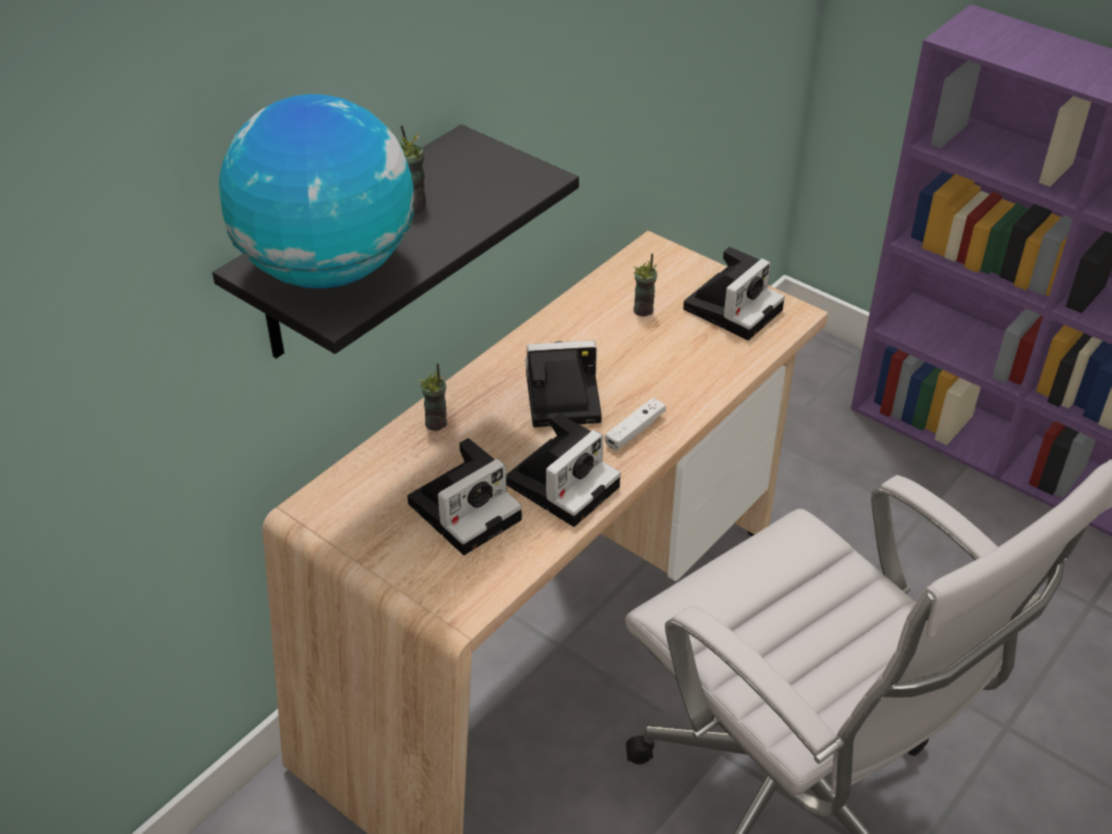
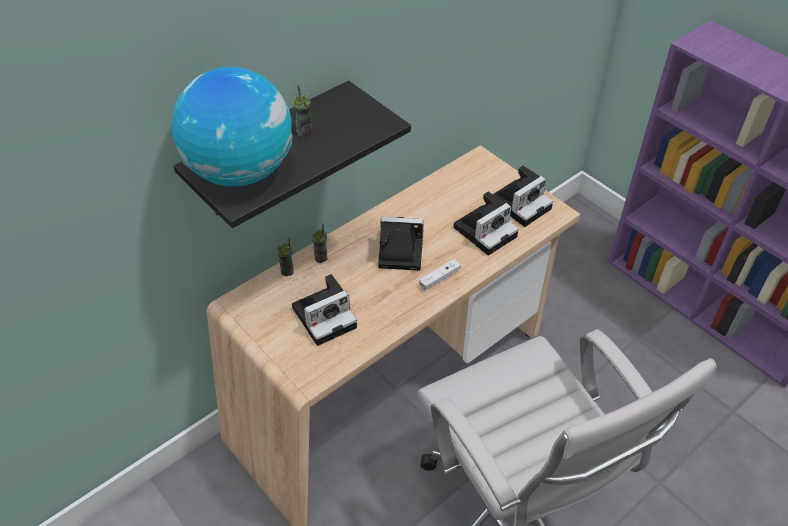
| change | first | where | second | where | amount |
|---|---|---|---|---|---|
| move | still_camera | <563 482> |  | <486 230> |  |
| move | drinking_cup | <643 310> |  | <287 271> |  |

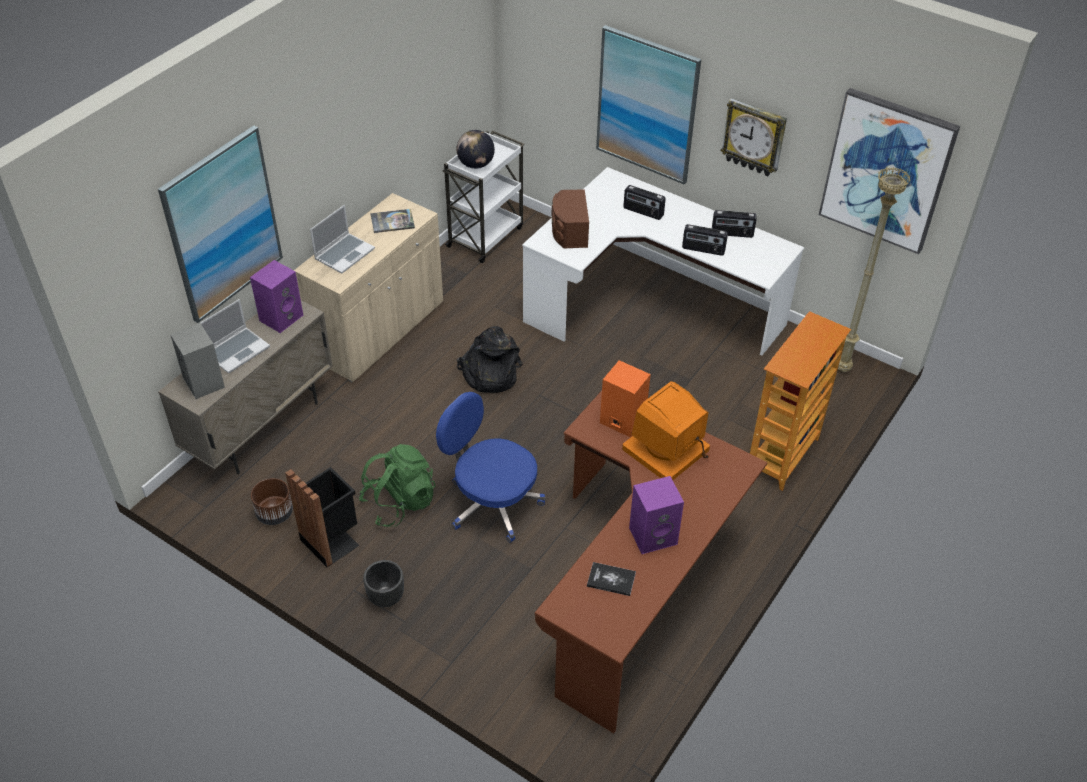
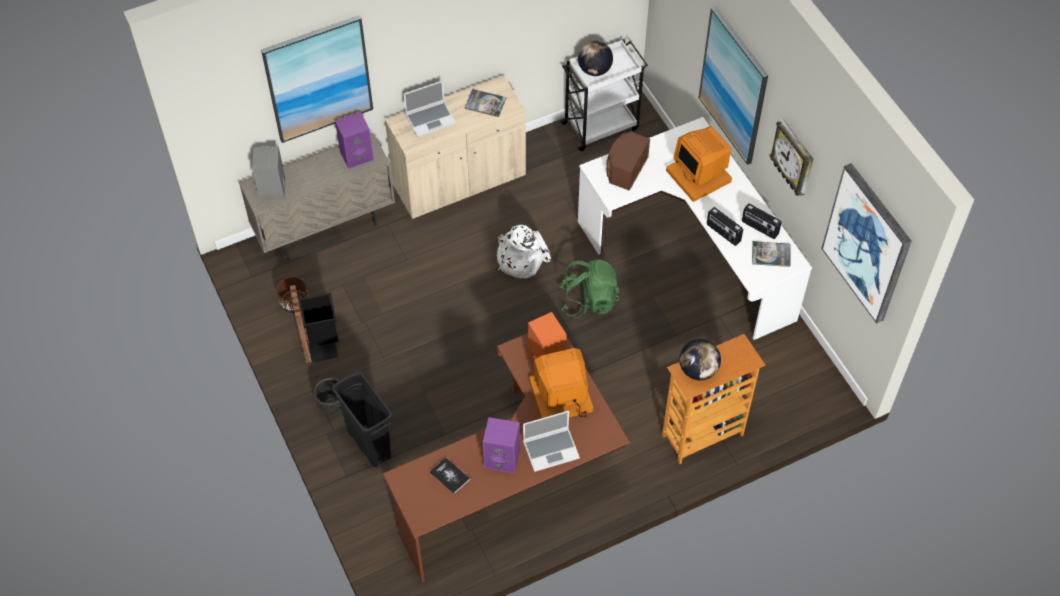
| change | first | where | second | where | amount |
|---|---|---|---|---|---|
| move | laptop | <237 350> |  | <551 449> |  |
| move | green-coloured_backpack | <399 502> |  | <588 300> |  |
| delete | bluish_desk_chair | <492 503> |  |  |  |
| recolor | black_backpack | <489 374> | whitish_backpack | <520 258> |  |
| replace | radio_receiver | <643 212> | computer_display | <699 175> |  |
| delete | sand-coloured_standing_lamp | <842 370> |  |  |  |
| insert |  |  | black_rubbish_bin | <369 444> |  |
| insert |  |  | globe | <698 370> |  |
| insert |  |  | bound_book | <771 254> |  |

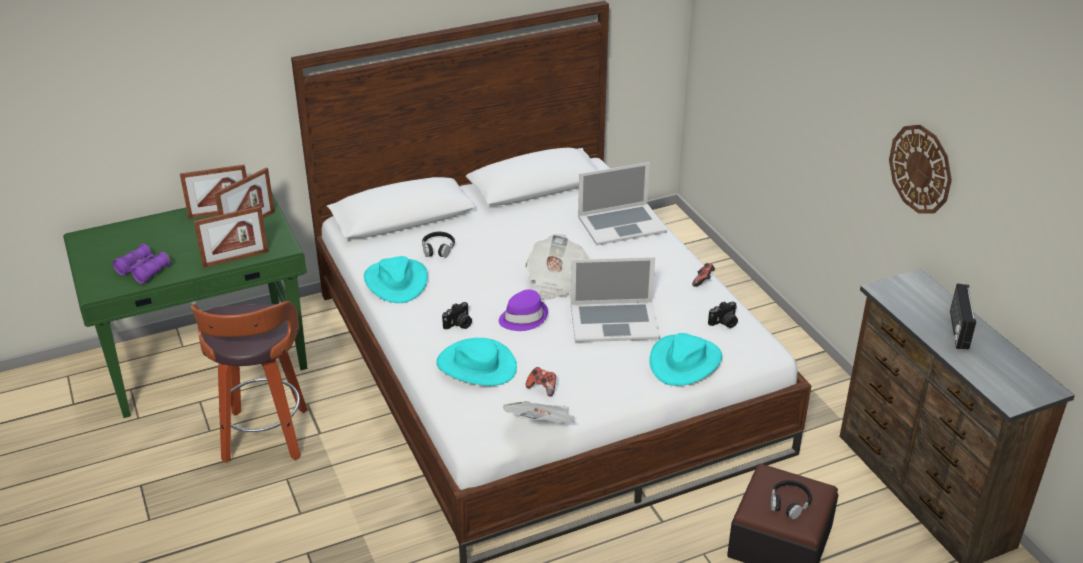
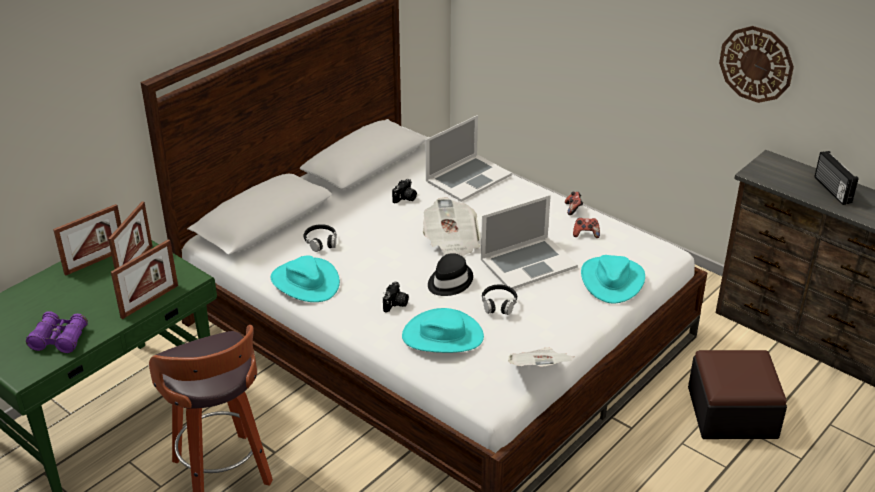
| change | first | where | second | where | amount |
|---|---|---|---|---|---|
| recolor | purple-coloured_wearable_hat | <523 317> | black_wearable_hat | <449 281> |  |
| move | gamepad | <542 388> |  | <586 234> |  |
| move | still_camera | <724 323> |  | <405 198> |  |
| move | black_headset | <789 503> |  | <499 304> |  |

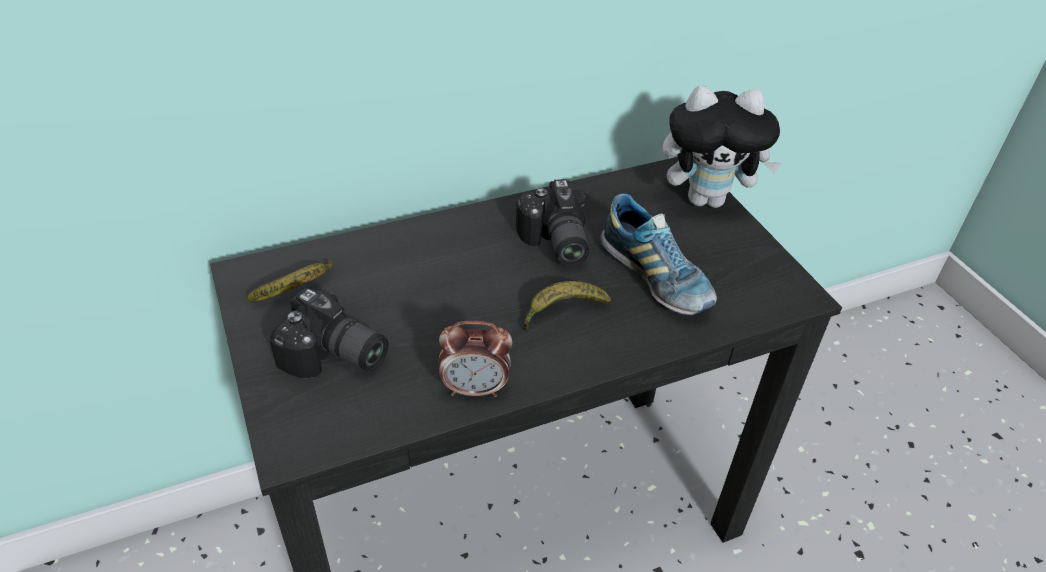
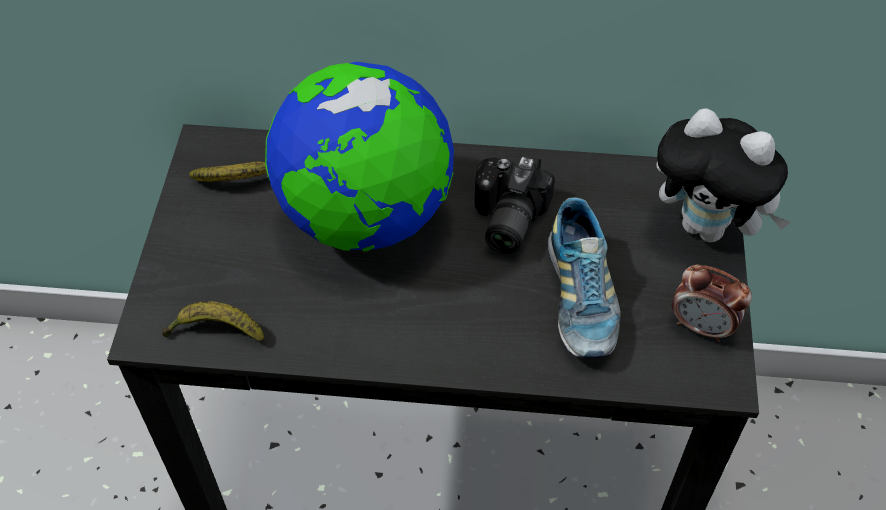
| change | first | where | second | where | amount |
|---|---|---|---|---|---|
| delete | still_camera | <334 358> |  |  |  |
| move | bedside_clock | <475 389> |  | <702 326> |  |
| move | banana | <562 311> |  | <215 331> |  |
| insert |  |  | globe | <365 217> |  |

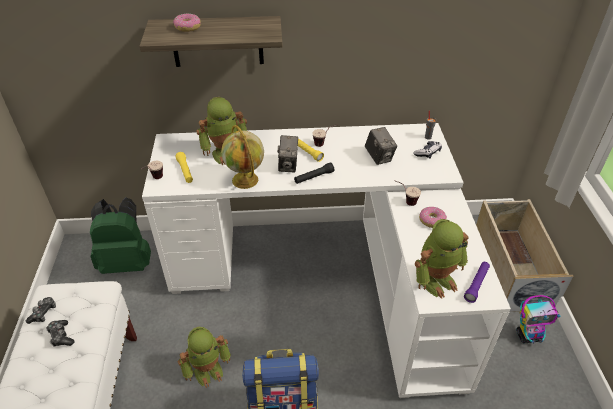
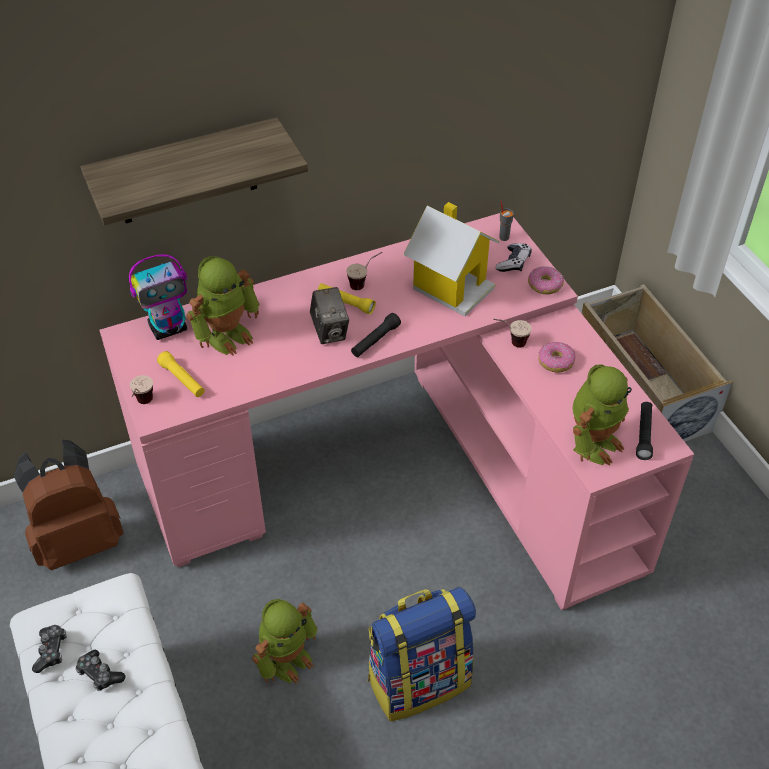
| change | first | where | second | where | amount |
|---|---|---|---|---|---|
| recolor | green-coloured_backpack | <127 262> | brownish_backpack | <78 540> |  |
| recolor | whitish_desk | <331 275> | pinkish_desk | <402 470> |  |
| move | doughnut | <187 27> |  | <544 285> |  |
| delete | globe | <245 180> |  |  |  |
| replace | still_camera | <379 157> | model_house | <451 286> |  |
| recolor | purple-coloured_torch | <476 284> | black_torch | <644 434> |  |
| move | model_robot | <528 336> |  | <169 328> |  |

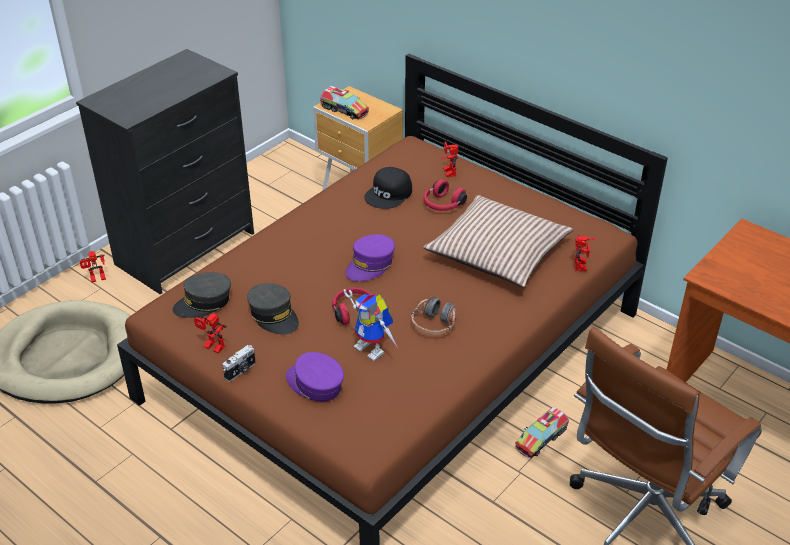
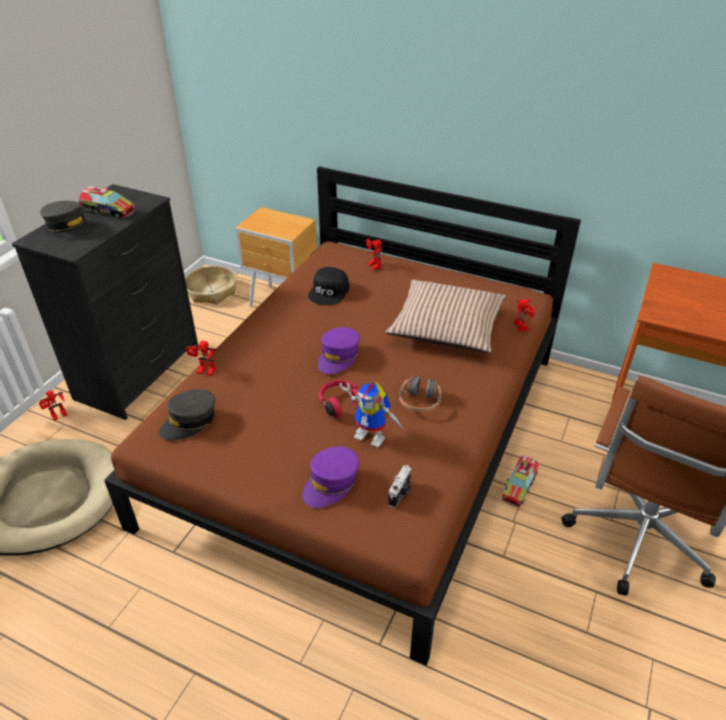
| change | first | where | second | where | amount |
|---|---|---|---|---|---|
| move | model_robot | <211 347> |  | <204 372> |  |
| move | still_camera | <241 371> |  | <400 493> |  |
| move | gray_baseball_cap | <274 316> |  | <69 228> |  |
| rotate | purple-coloured_baseball_cap | <315 384> |  | <331 483> | 75 degrees counterclockwise |
| move | toy_lorry | <344 110> |  | <108 211> |  |
| delete | reddish_headset | <442 205> |  |  |  |
| insert |  |  | household_basket | <212 291> |  |

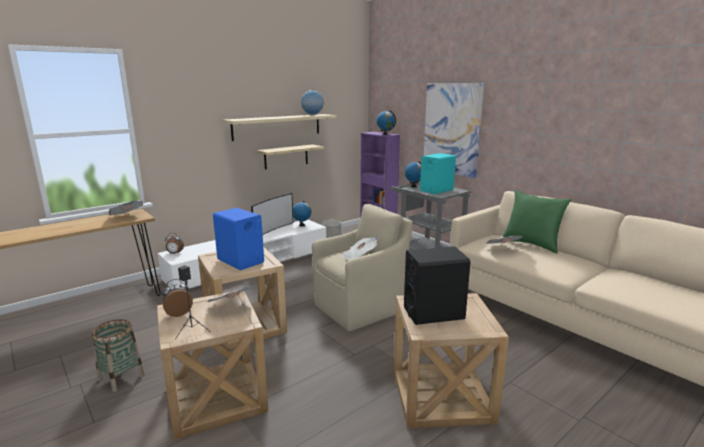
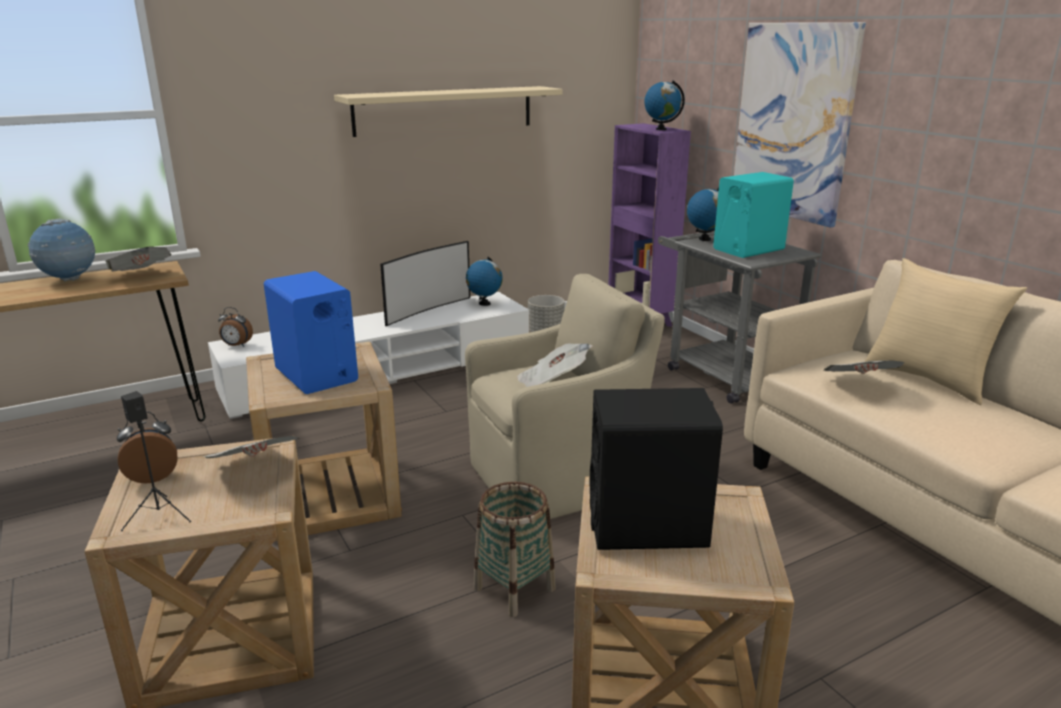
| change | first | where | second | where | amount |
|---|---|---|---|---|---|
| move | household_basket | <121 377> |  | <514 589> |  |
| delete | wall_shelf | <286 156> |  |  |  |
| move | globe | <312 115> |  | <69 280> |  |
| recolor | green-coloured_cushion | <531 244> | sand-coloured_cushion | <928 379> |  |

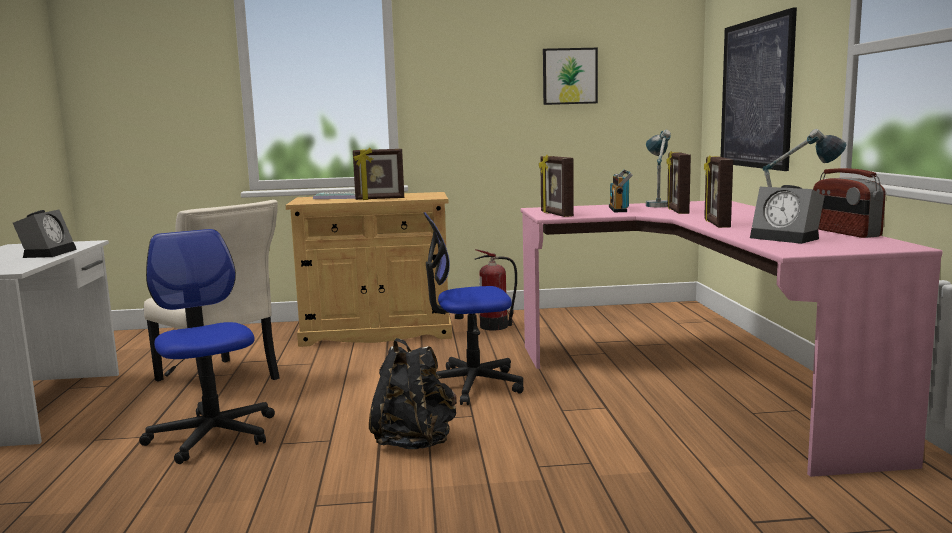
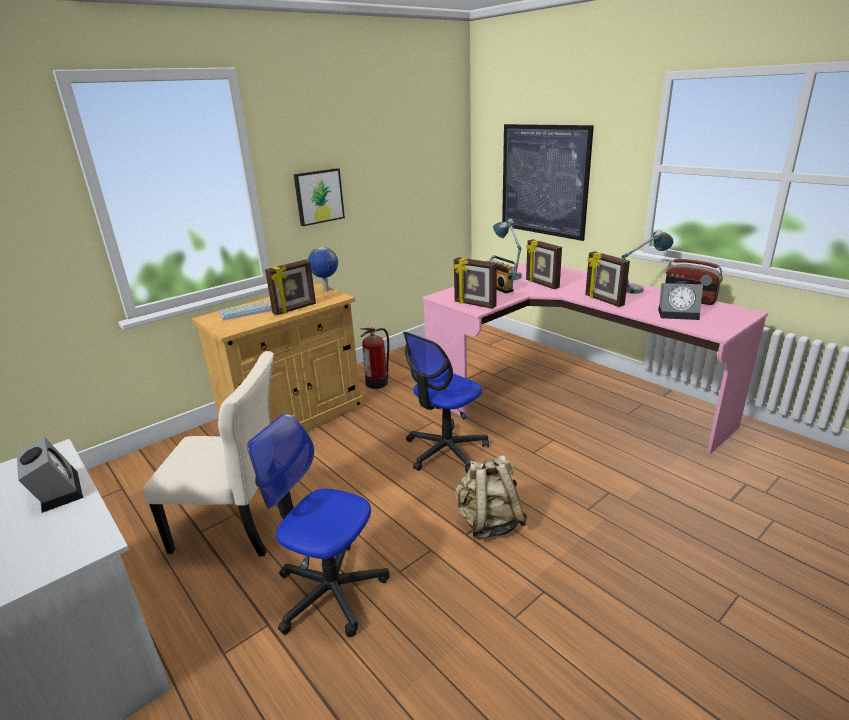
| change | first | where | second | where | amount |
|---|---|---|---|---|---|
| recolor | black_backpack | <415 441> | sand-coloured_backpack | <489 522> |  |
| move | wall_picture | <569 76> |  | <318 196> |  |
| insert |  |  | globe | <326 290> |  |

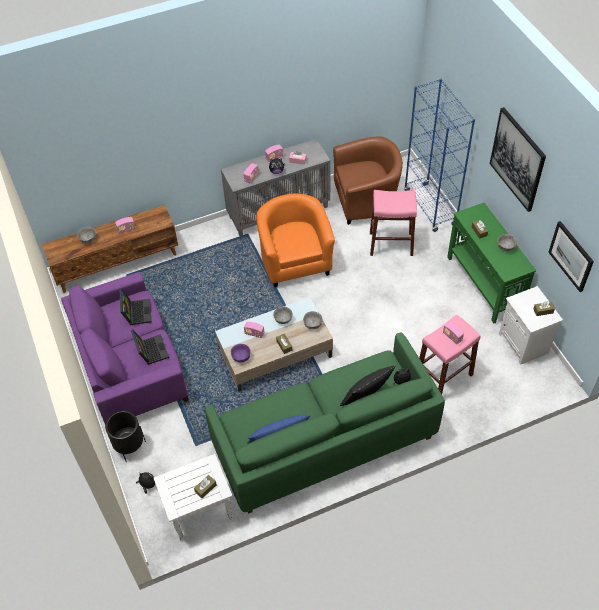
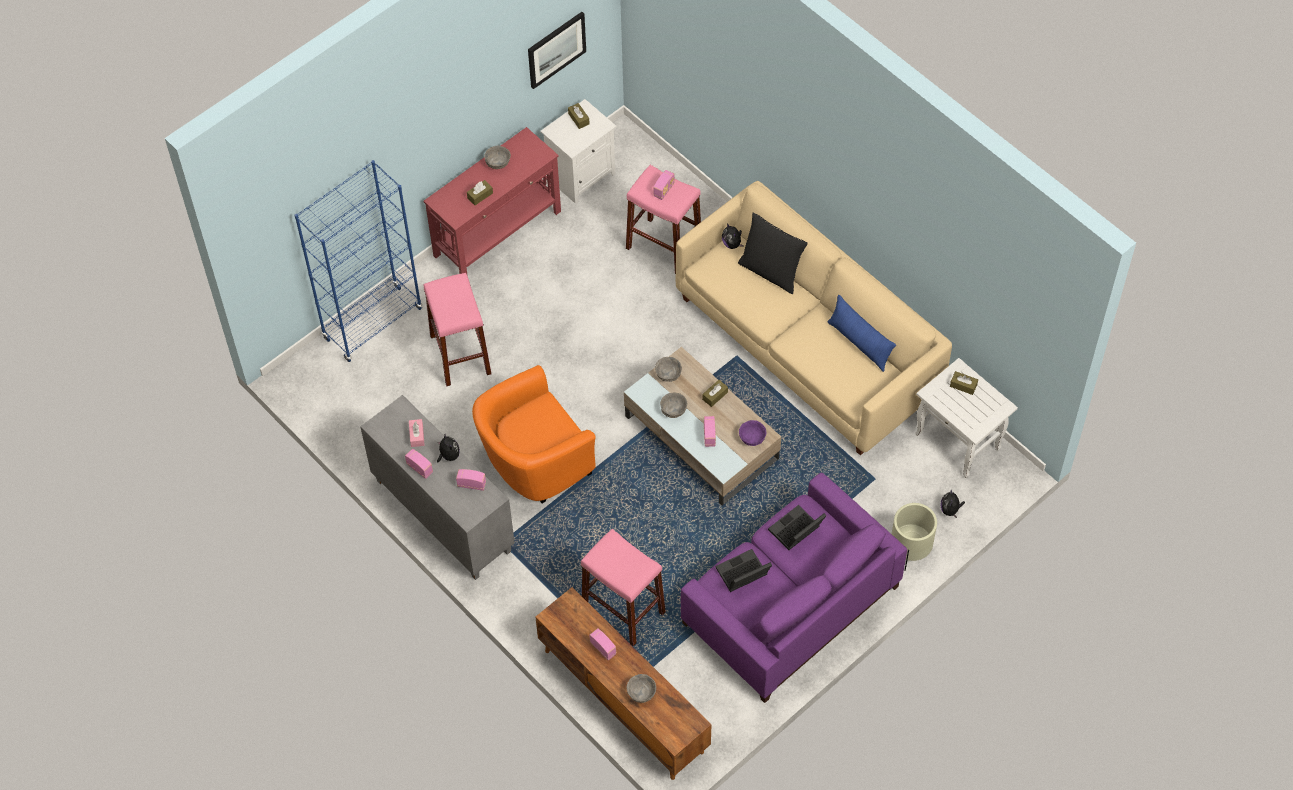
| change | first | where | second | where | amount |
|---|---|---|---|---|---|
| recolor | black_flower_pot | <129 447> | sand-coloured_flower_pot | <910 552> |  |
| recolor | green-coloured_sofa | <324 441> | sand-coloured_sofa | <807 344> |  |
| delete | brownish_lounge_chair | <366 201> |  |  |  |
| recolor | green-coloured_narrow_table | <483 284> | reddish_narrow_table | <498 233> |  |
| delete | wall_picture | <517 159> |  |  |  |
| insert |  |  | pinkish_stool_seat | <623 609> |  |

